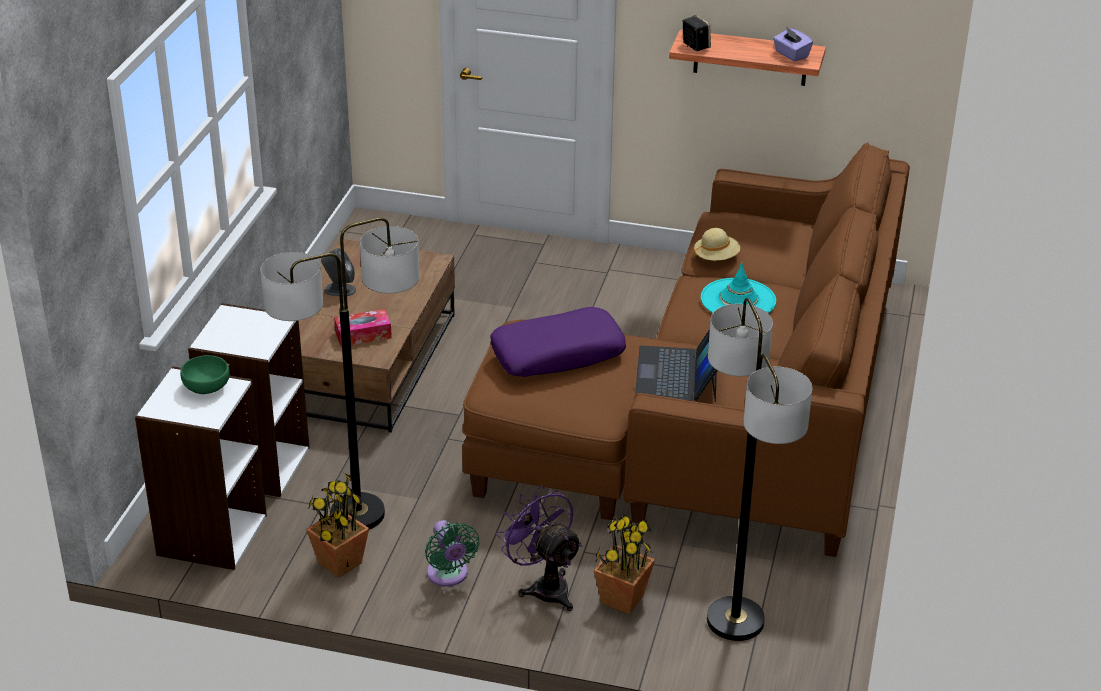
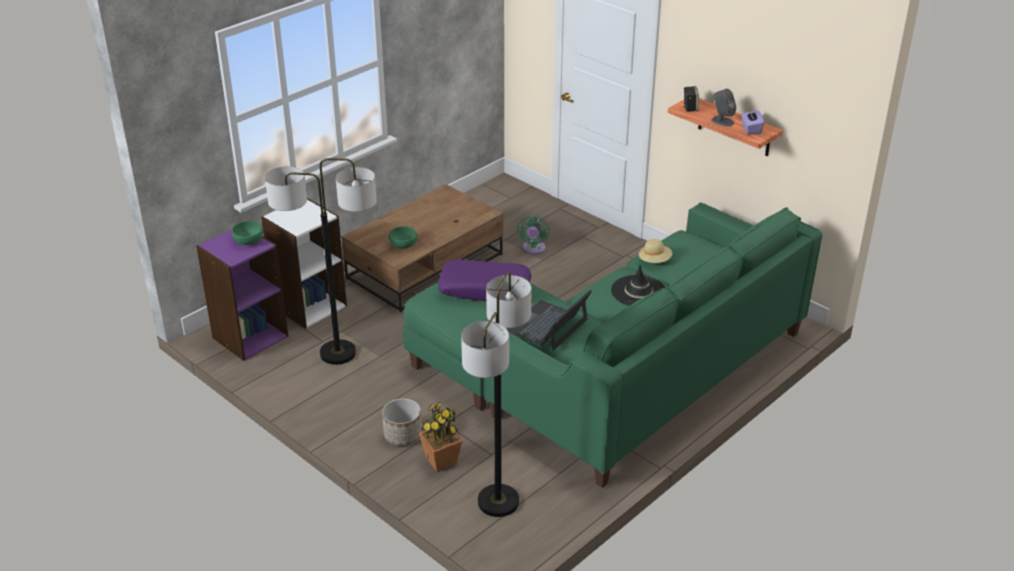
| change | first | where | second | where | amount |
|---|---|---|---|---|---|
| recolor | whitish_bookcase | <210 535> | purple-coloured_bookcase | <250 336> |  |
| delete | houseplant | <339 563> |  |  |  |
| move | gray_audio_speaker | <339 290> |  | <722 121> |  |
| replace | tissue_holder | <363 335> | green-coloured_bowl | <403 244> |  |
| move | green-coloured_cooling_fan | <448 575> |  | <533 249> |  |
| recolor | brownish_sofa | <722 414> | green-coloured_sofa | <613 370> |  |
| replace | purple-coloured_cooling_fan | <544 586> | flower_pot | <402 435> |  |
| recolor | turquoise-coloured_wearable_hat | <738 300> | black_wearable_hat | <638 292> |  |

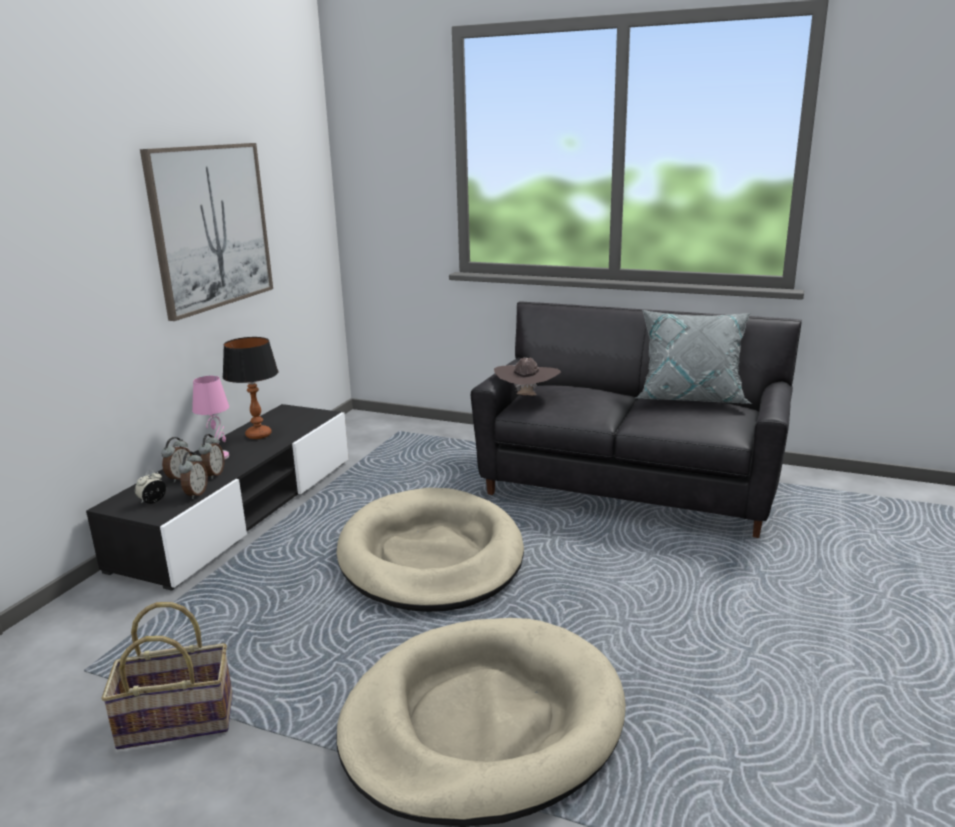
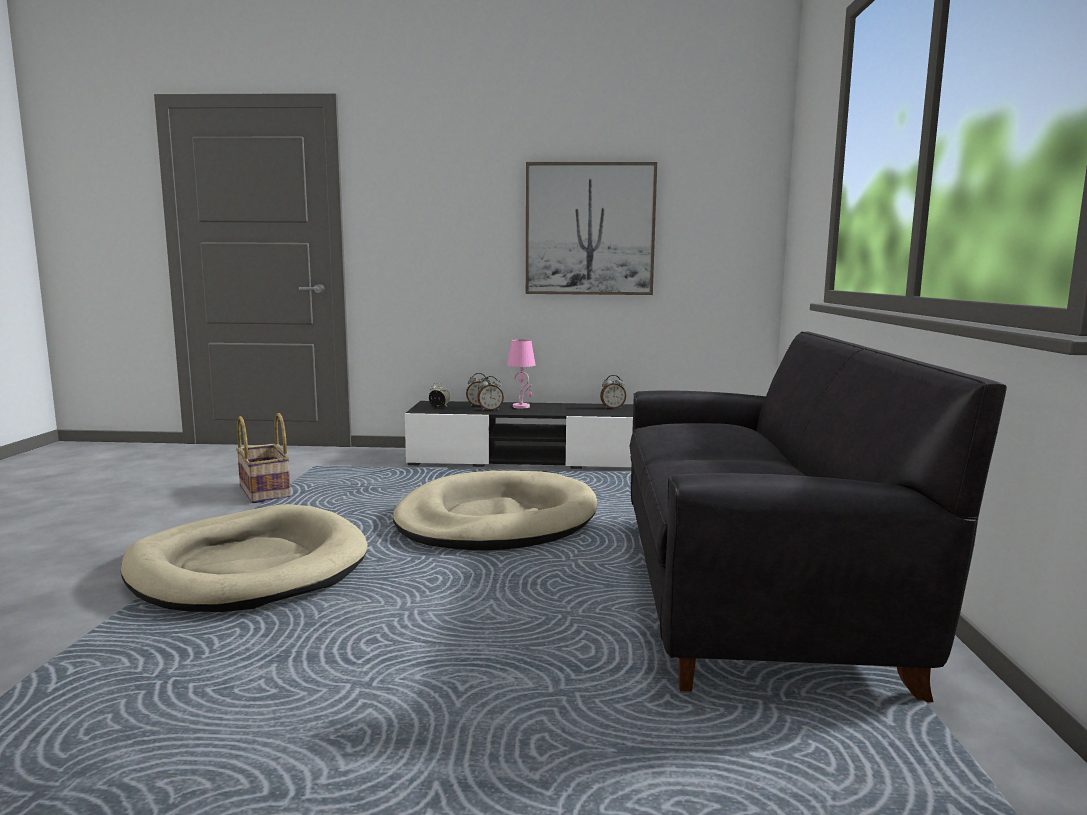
| change | first | where | second | where | amount |
|---|---|---|---|---|---|
| move | bedside_clock | <195 494> |  | <612 408> |  |
| delete | table_lamp | <259 435> |  |  |  |
| delete | brownish_wearable_hat | <526 397> |  |  |  |
| delete | gray_cushion | <690 397> |  |  |  |

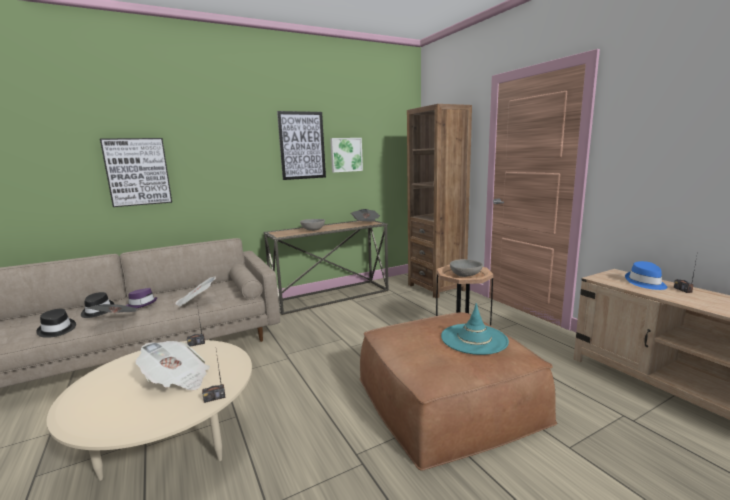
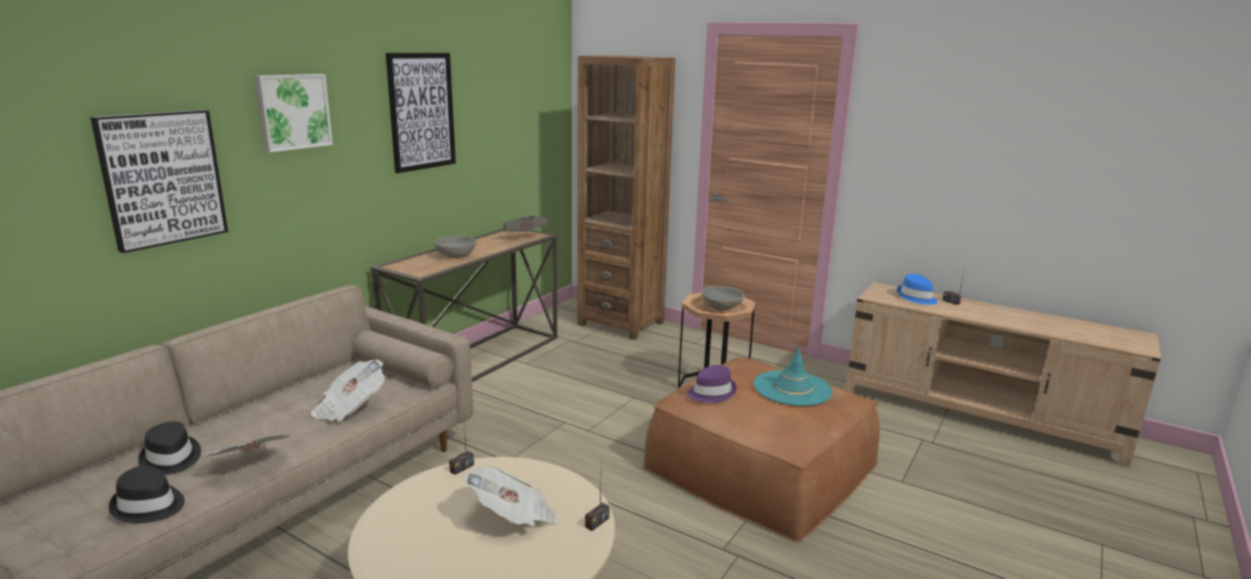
| change | first | where | second | where | amount |
|---|---|---|---|---|---|
| move | purple-coloured_wearable_hat | <141 304> |  | <711 392> |  |
| move | wall_picture | <346 155> |  | <292 111> |  |

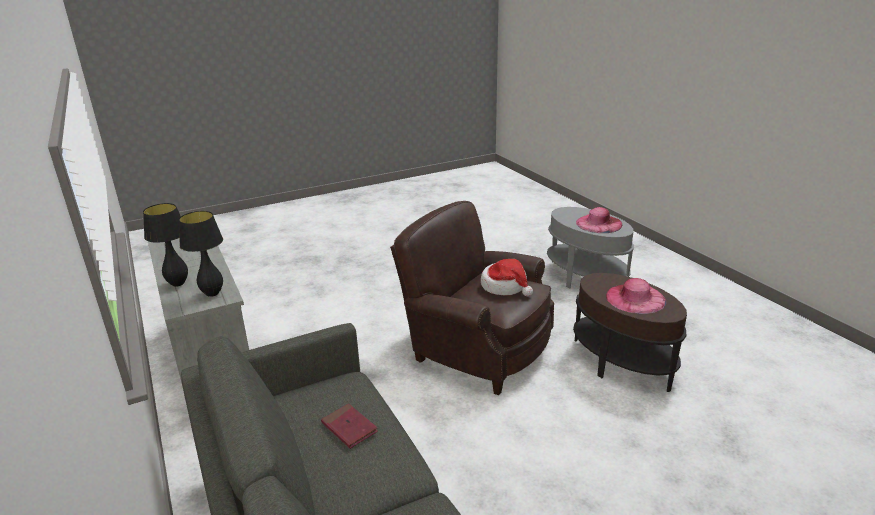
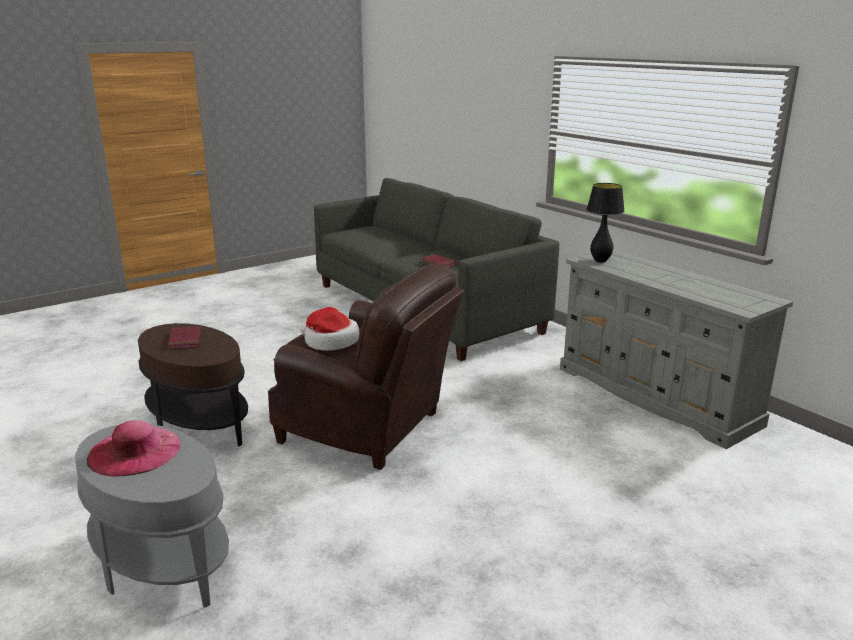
| change | first | where | second | where | amount |
|---|---|---|---|---|---|
| delete | black_table_lamp | <178 284> |  |  |  |
| replace | pinkish_wearable_hat | <635 298> | reddish_bound_book | <185 340> |  |

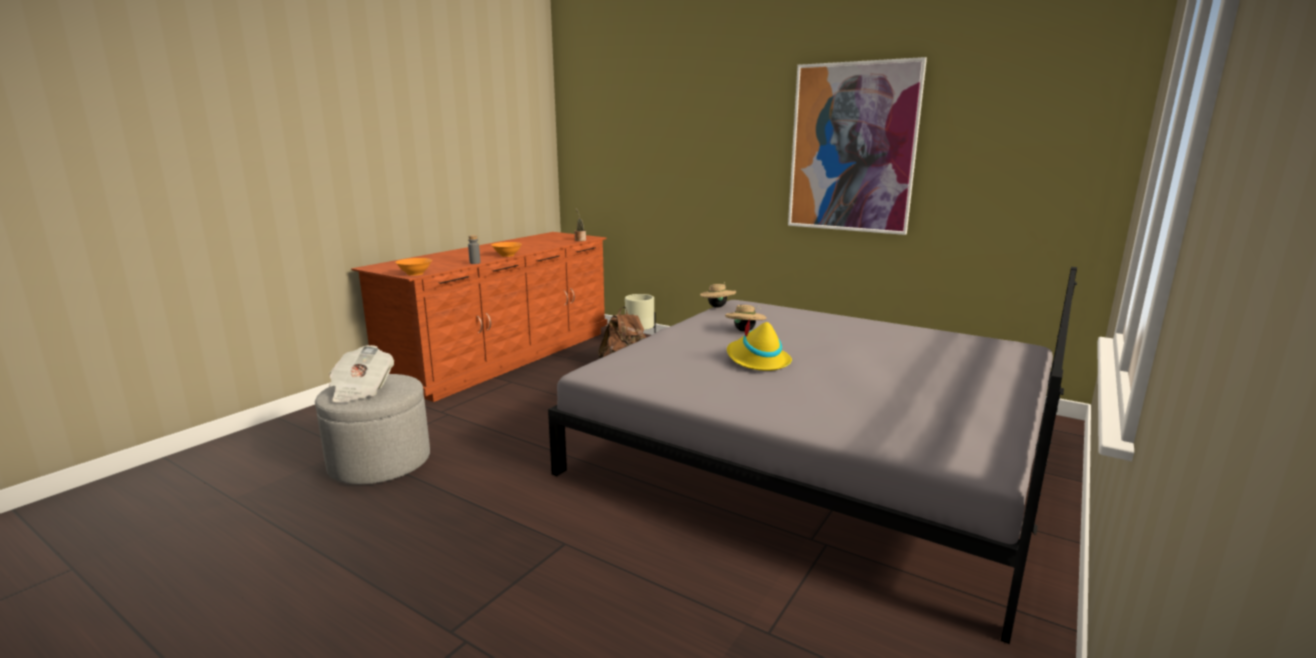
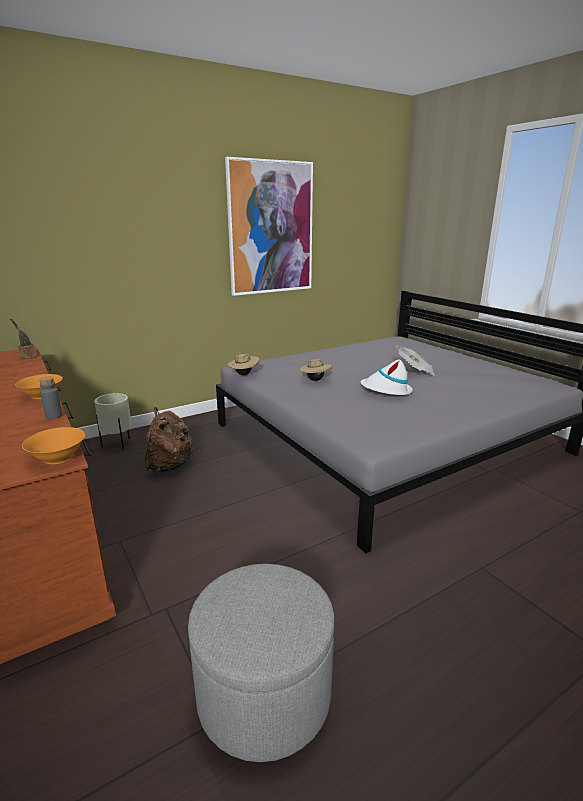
| change | first | where | second | where | amount |
|---|---|---|---|---|---|
| move | printed_paper | <361 390> |  | <415 371> |  |
| recolor | yellow_wearable_hat | <757 360> | whitish_wearable_hat | <386 390> |  |

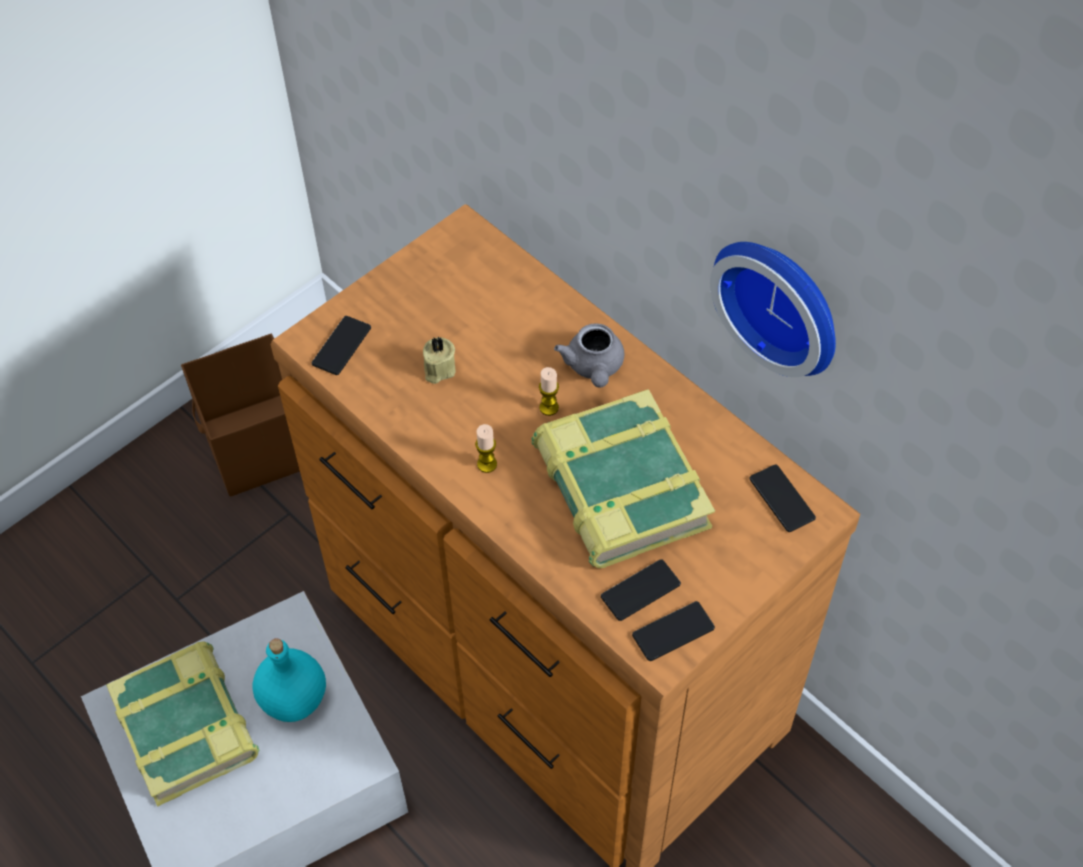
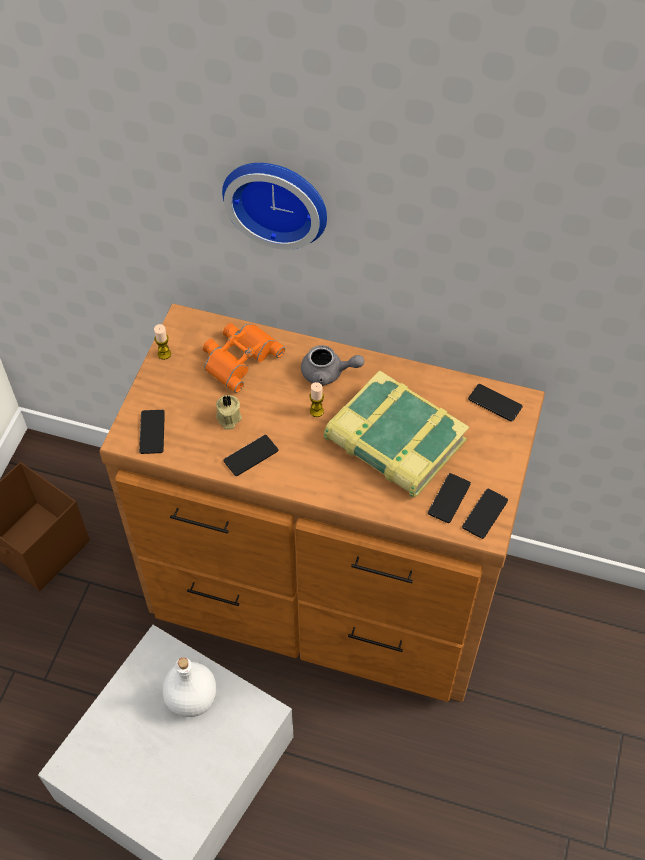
| change | first | where | second | where | amount |
|---|---|---|---|---|---|
| delete | bound_book | <187 726> |  |  |  |
| recolor | turquoise-coloured_bottle | <294 700> | whitish_bottle | <192 698> |  |
| move | wax_candle | <487 464> |  | <164 354> |  |
| rotate | gray_teapot | <594 368> |  | <328 373> | 45 degrees counterclockwise |
| move | wall_clock | <782 301> |  | <277 199> |  |
| insert |  |  | orangey_pair_of_binoculars | <239 357> |  |
| insert |  |  | handset | <251 456> |  |

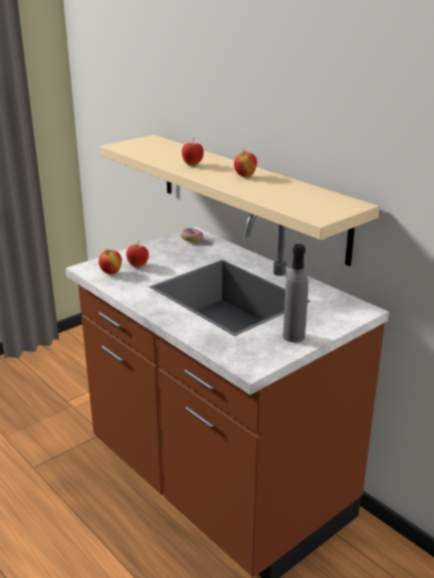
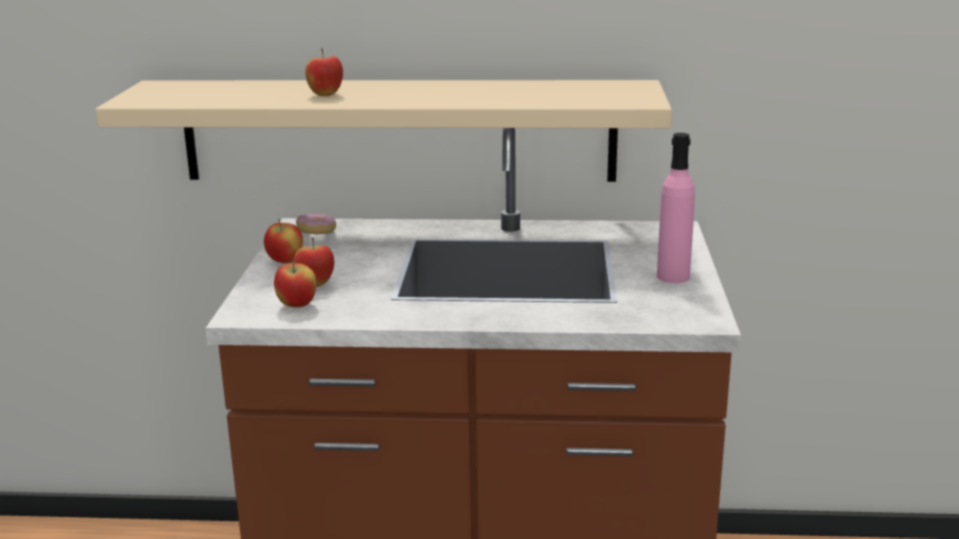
| change | first | where | second | where | amount |
|---|---|---|---|---|---|
| move | apple_fruit | <245 176> |  | <285 261> |  |
| recolor | gray_bottle | <293 336> | pinkish_bottle | <673 276> |  |

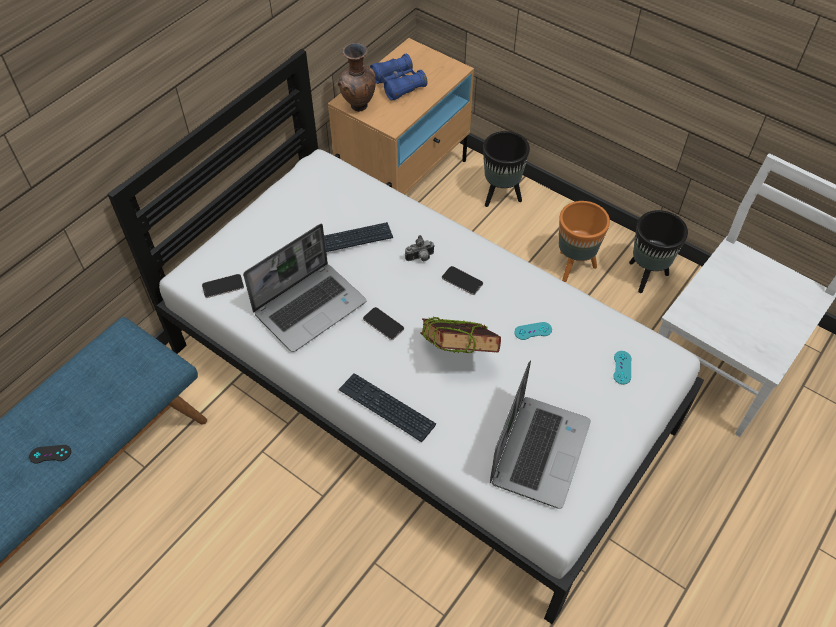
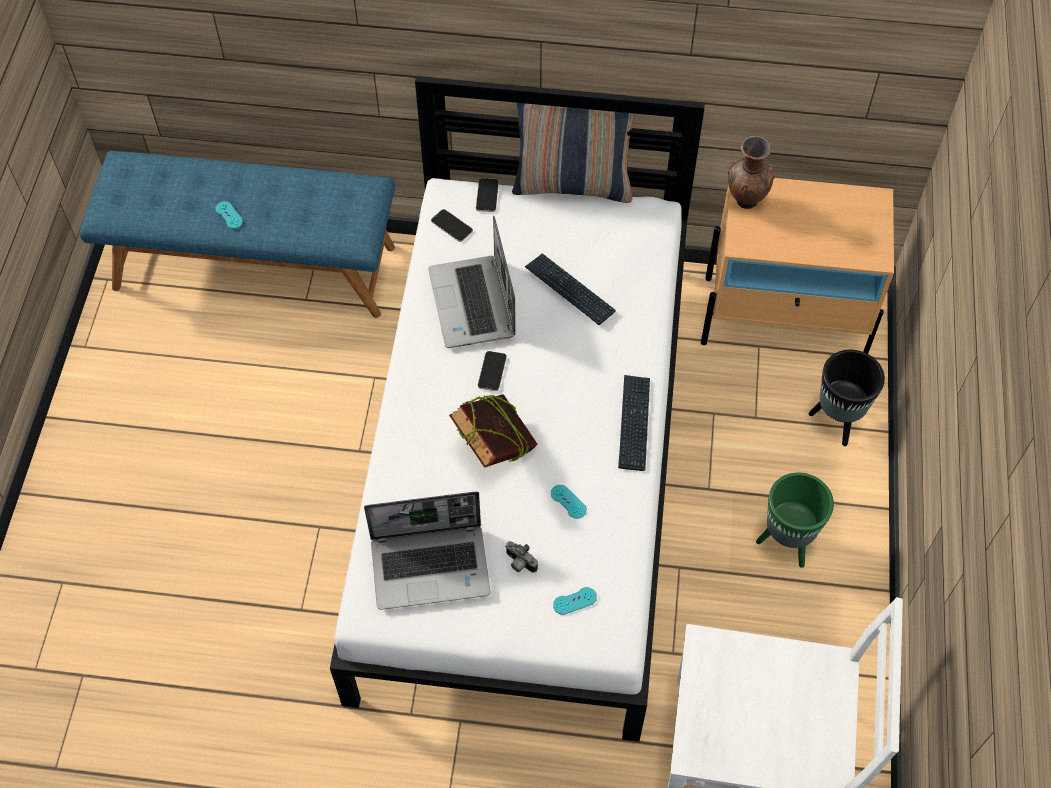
| change | first | where | second | where | amount |
|---|---|---|---|---|---|
| recolor | black_gamepad | <50 454> | turquoise-coloured_gamepad | <229 215> |  |
| rotate | laptop | <310 306> |  | <474 304> | 60 degrees clockwise |
| move | keyboard | <386 408> |  | <634 423> |  |
| delete | bluish_pair_of_binoculars | <398 84> |  |  |  |
| move | still_camera | <420 258> |  | <519 563> |  |
| move | handset | <462 281> |  | <487 195> |  |
| recolor | orangey_flower_pot | <573 266> | green-coloured_flower_pot | <786 543> |  |
| delete | black_flower_pot | <646 276> |  |  |  |
| insert |  |  | cushion | <573 184> |  |

